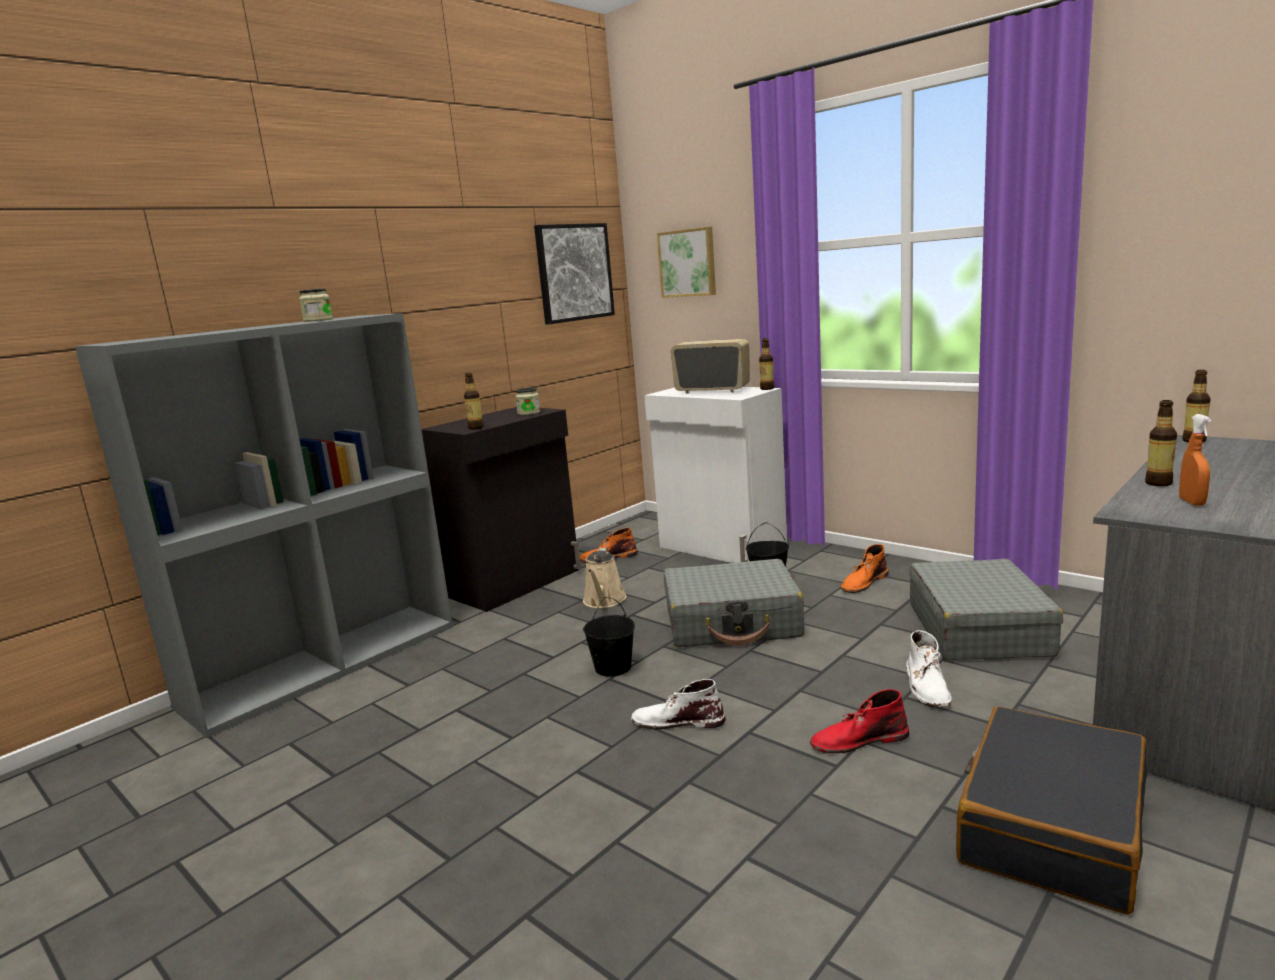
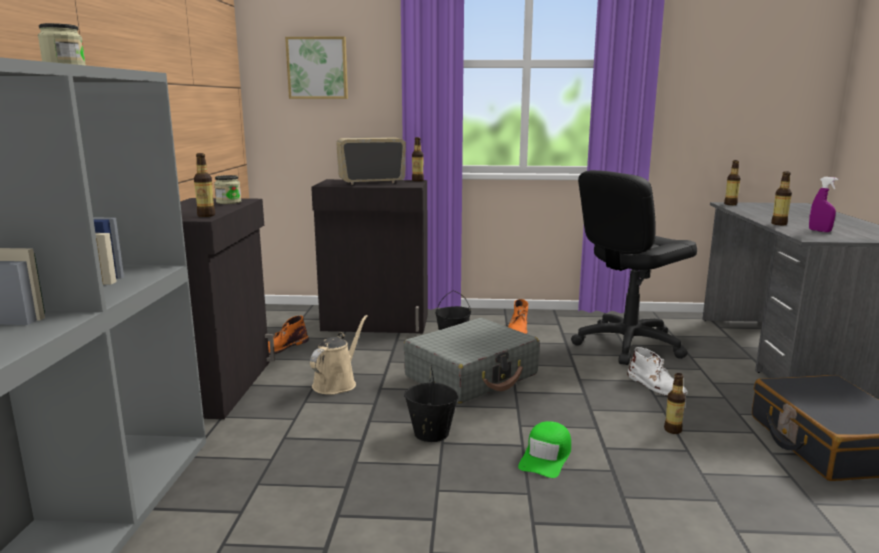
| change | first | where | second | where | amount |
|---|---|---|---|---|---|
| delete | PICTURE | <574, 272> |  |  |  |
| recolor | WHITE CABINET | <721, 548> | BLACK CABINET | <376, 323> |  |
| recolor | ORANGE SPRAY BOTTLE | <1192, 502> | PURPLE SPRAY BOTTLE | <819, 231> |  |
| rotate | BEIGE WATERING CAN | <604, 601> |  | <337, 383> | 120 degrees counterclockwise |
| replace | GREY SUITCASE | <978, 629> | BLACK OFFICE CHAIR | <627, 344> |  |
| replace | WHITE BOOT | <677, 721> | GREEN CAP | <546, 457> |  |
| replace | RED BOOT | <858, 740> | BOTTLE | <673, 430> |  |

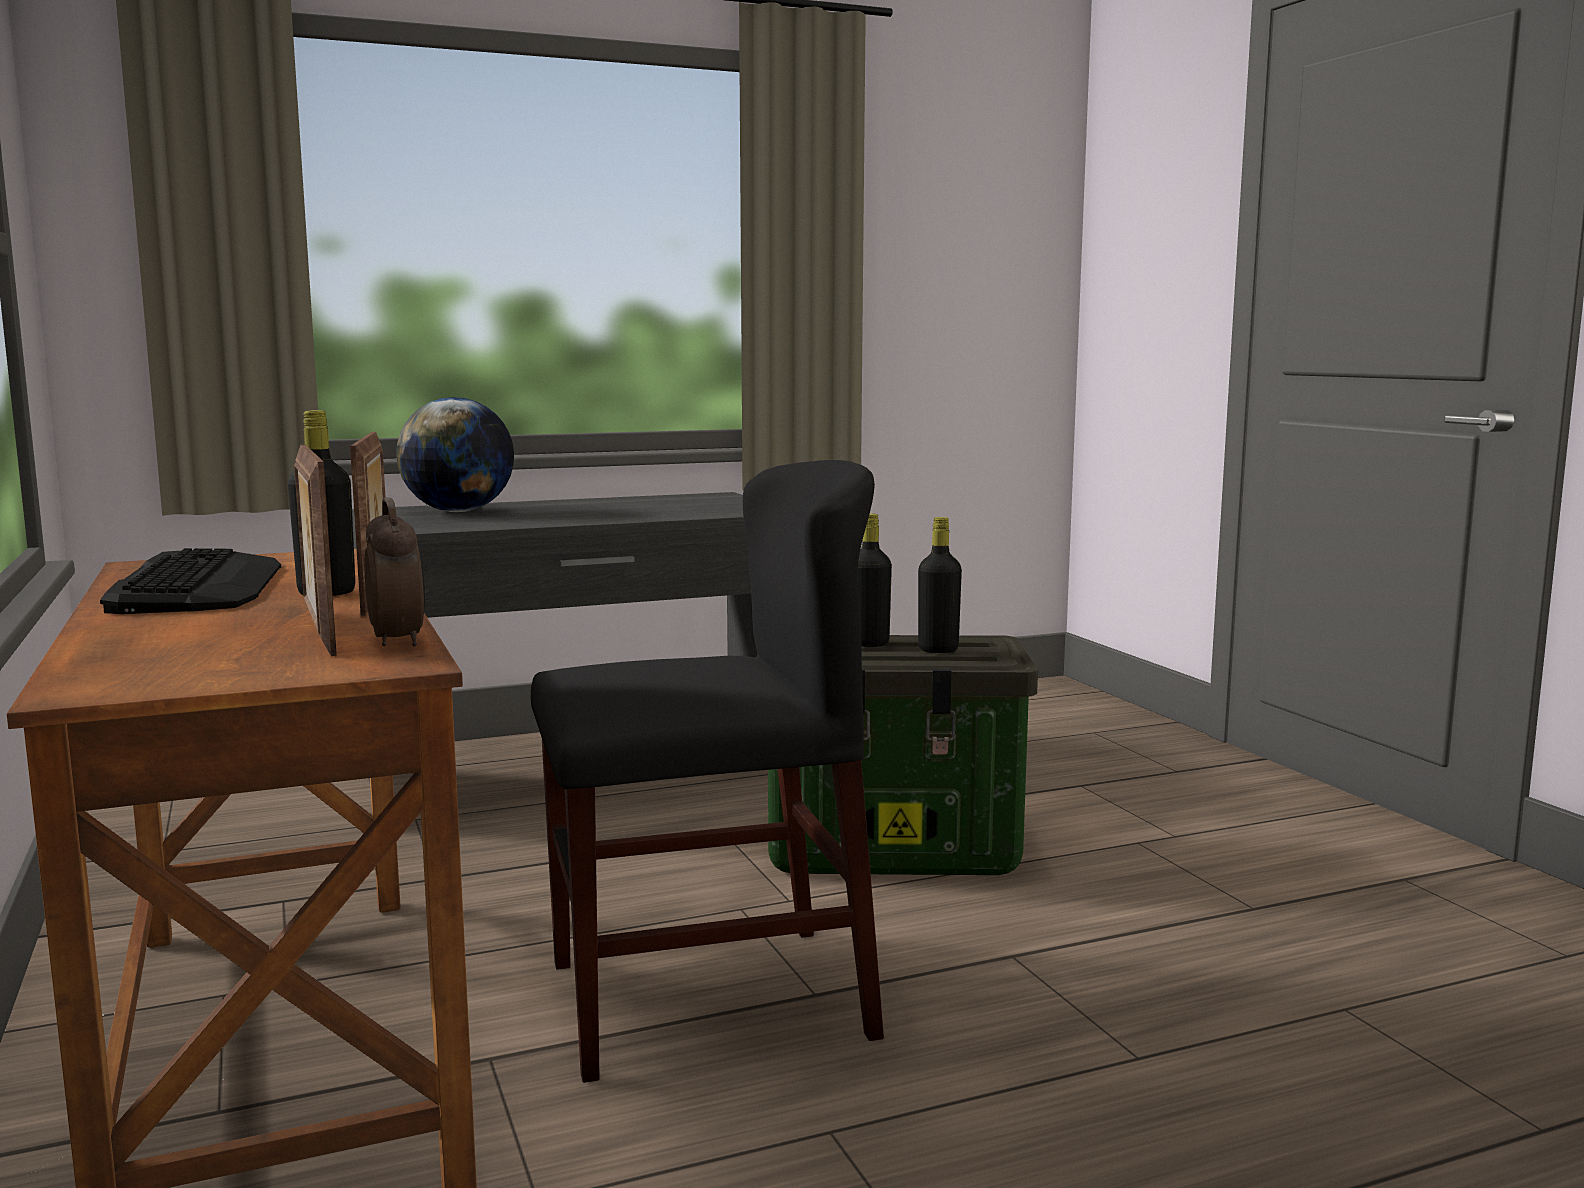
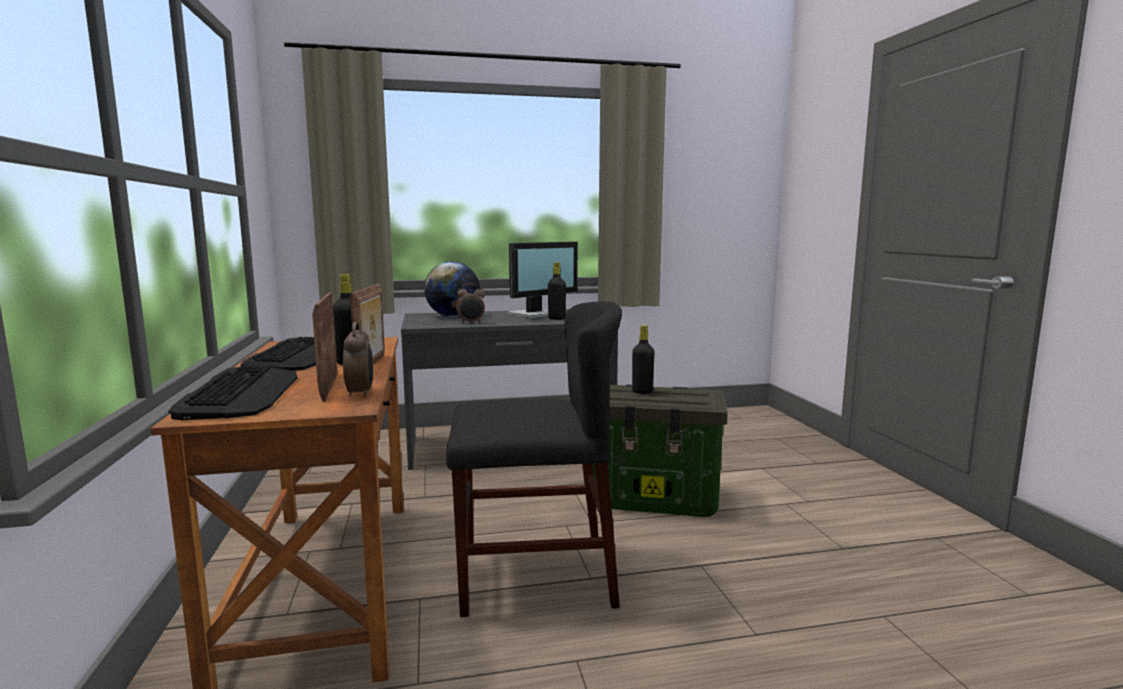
| change | first | where | second | where | amount |
|---|---|---|---|---|---|
| move | BLACK BOTTLE | <938, 650> |  | <556, 319> |  |
| insert |  |  | MONITOR | <536, 314> |  |
| insert |  |  | ALARM CLOCK | <471, 323> |  |
| insert |  |  | KEYBOARD | <242, 394> |  |

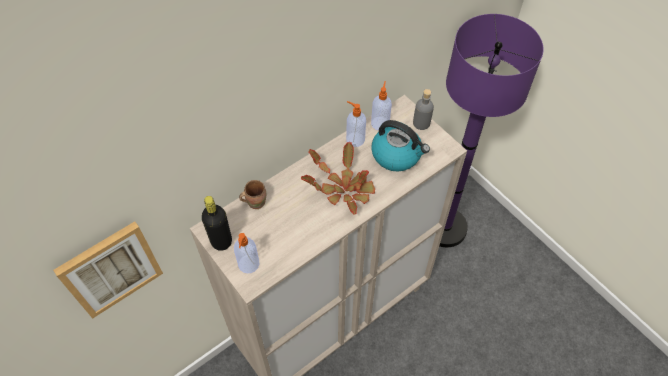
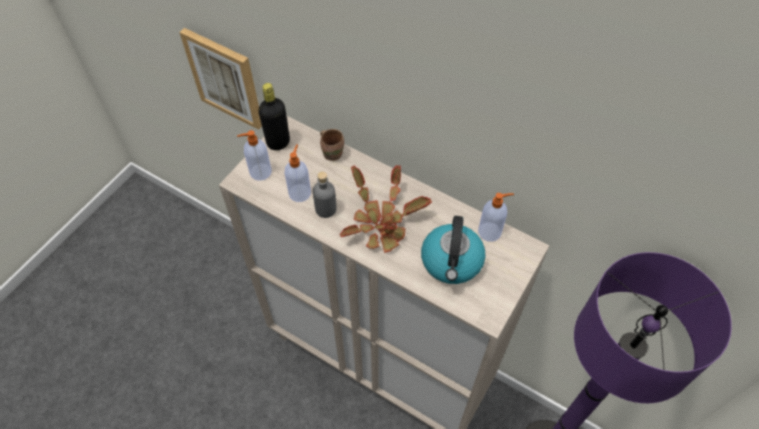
| change | first | where | second | where | amount |
|---|---|---|---|---|---|
| move | GREY BOTTLE | <421, 123> |  | <326, 209> |  |
| move | SOAP DISPENSER | <354, 139> |  | <300, 192> |  |

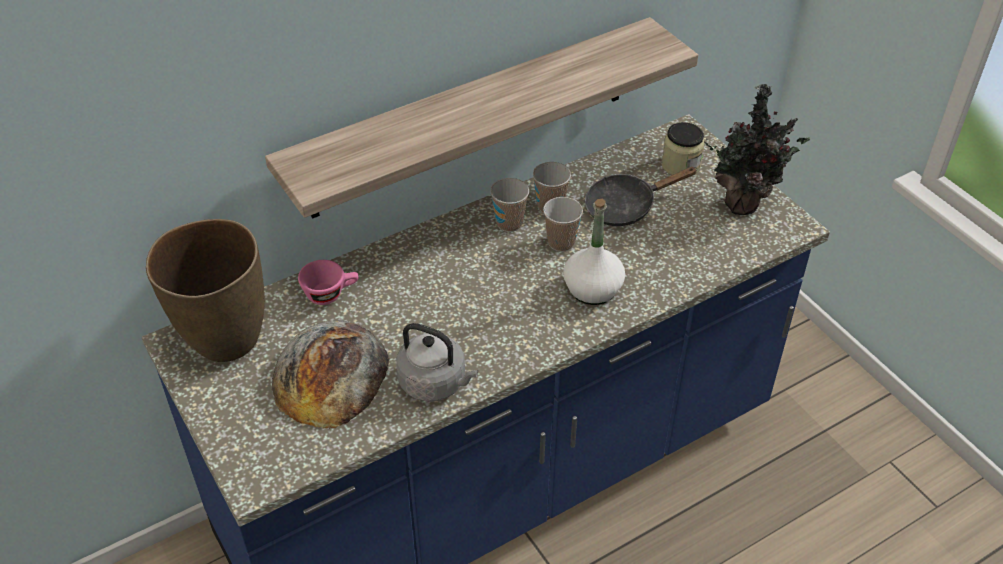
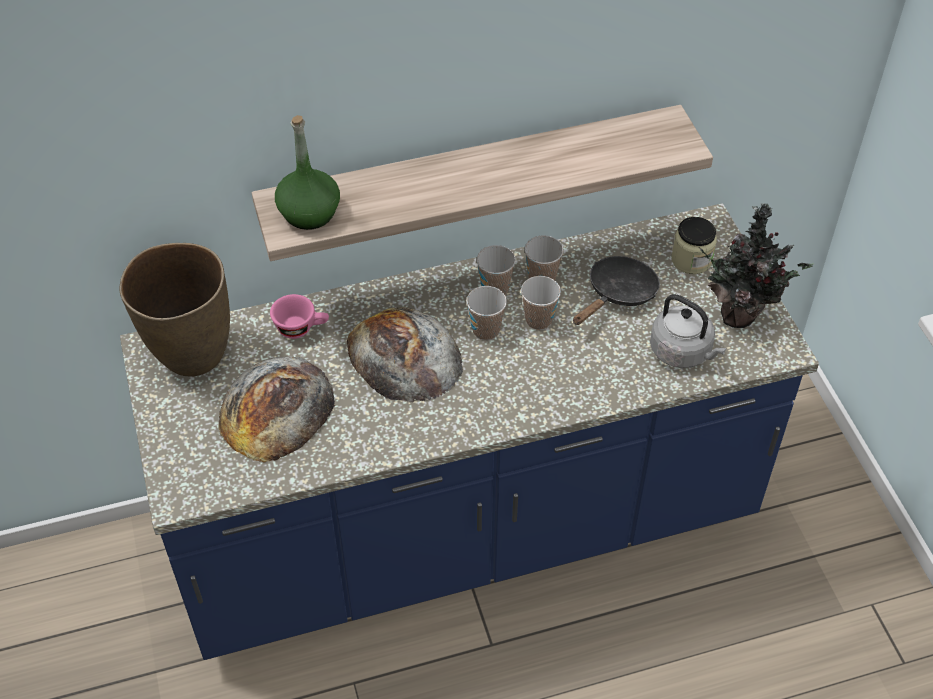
| change | first | where | second | where | amount |
|---|---|---|---|---|---|
| rotate | BLACK FRYING PAN | <626, 206> |  | <618, 294> | 135 degrees clockwise |
| delete | WHITE BOTTLE | <592, 289> |  |  |  |
| move | GREY KETTLE | <436, 383> |  | <683, 352> |  |
| insert |  |  | GREEN BOTTLE | <309, 213> |  |
| insert |  |  | CUP | <486, 330> |  |
| insert |  |  | BREAD | <404, 355> |  |

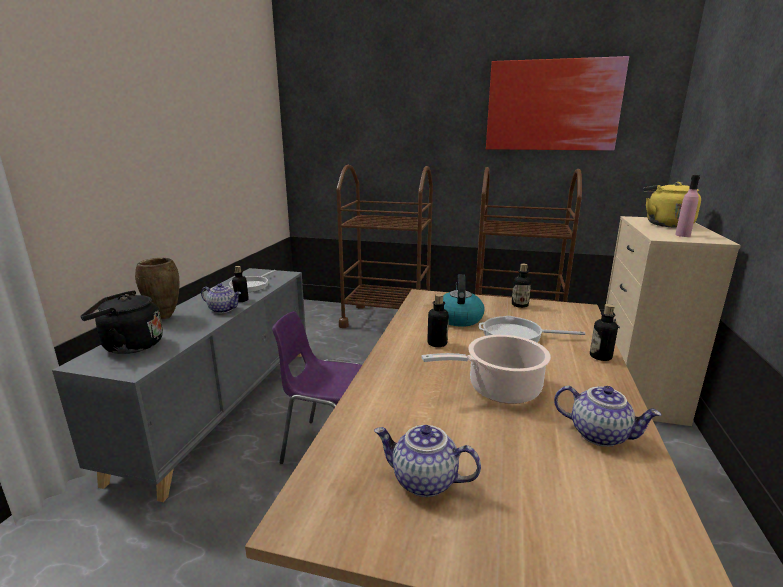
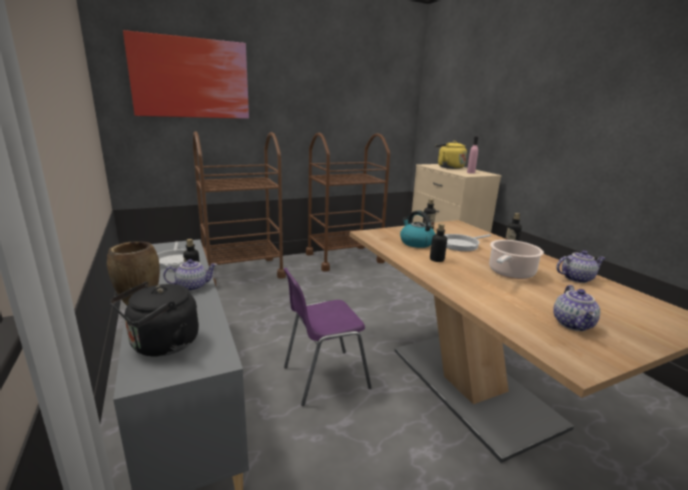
| change | first | where | second | where | amount |
|---|---|---|---|---|---|
| move | PICTURE | <552, 106> |  | <191, 78> |  |
| rotate | TEAPOT | <423, 482> |  | <573, 324> | 60 degrees counterclockwise |

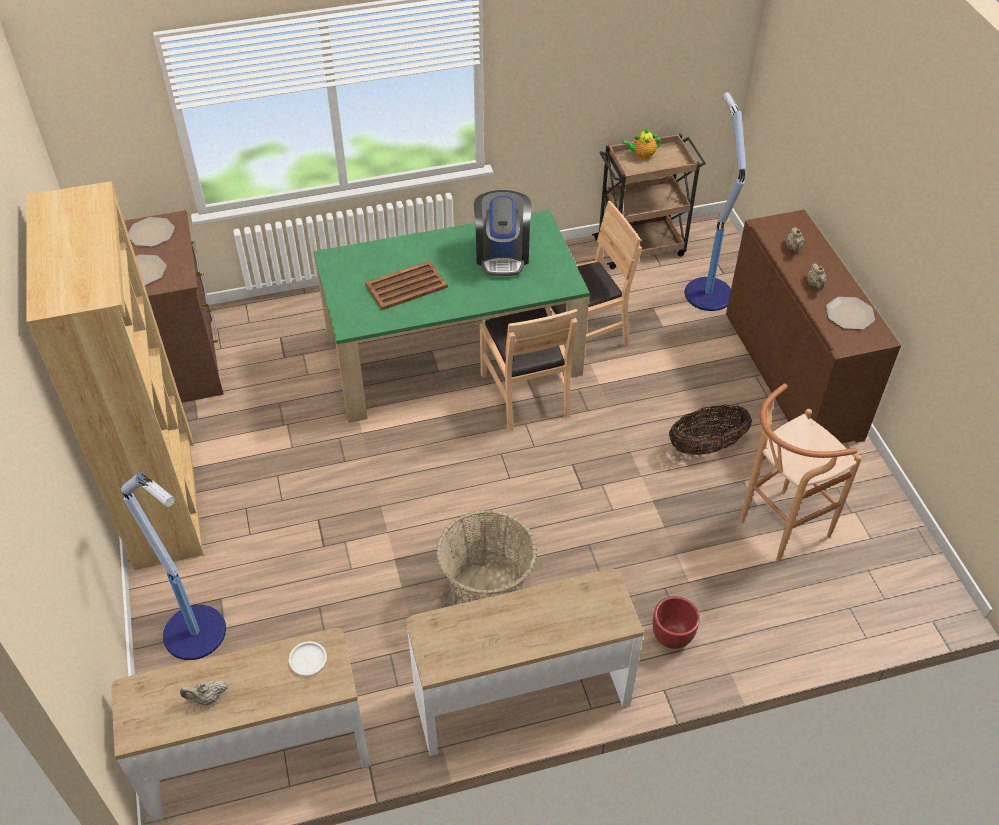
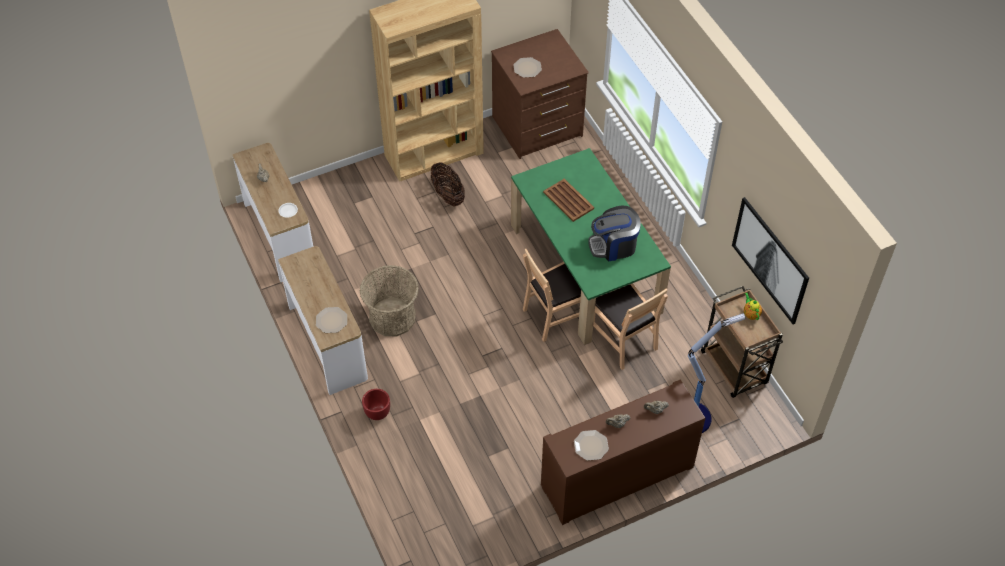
| change | first | where | second | where | amount |
|---|---|---|---|---|---|
| move | PLATE | <152, 233> |  | <332, 320> |  |
| delete | BROWN STOOL | <776, 530> |  |  |  |
| move | BASKET | <706, 446> |  | <448, 195> |  |
| delete | FLOOR LAMP | <196, 633> |  |  |  |
| insert |  |  | PICTURE | <771, 259> |  |

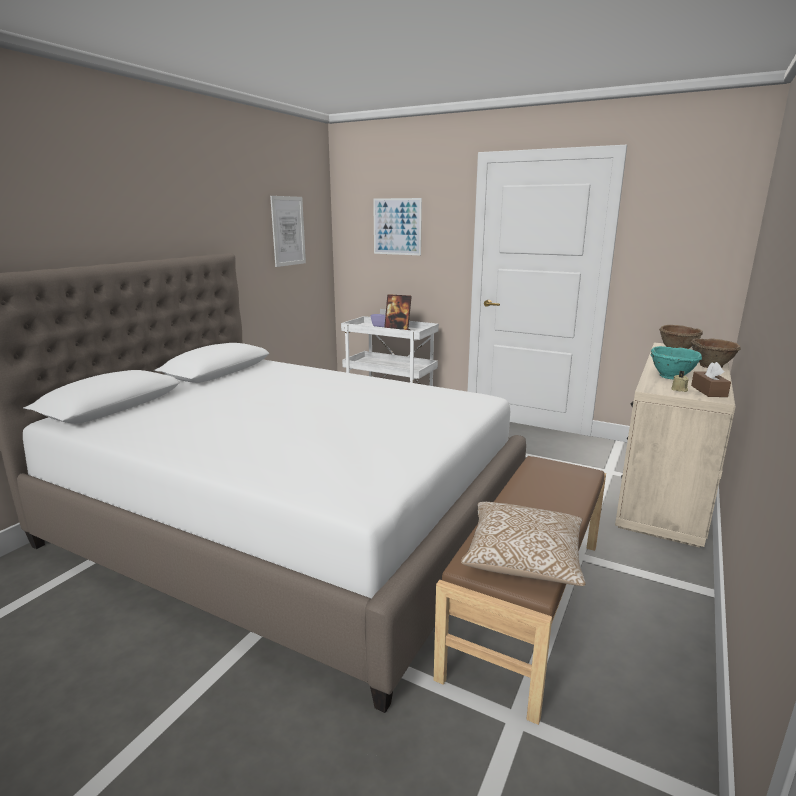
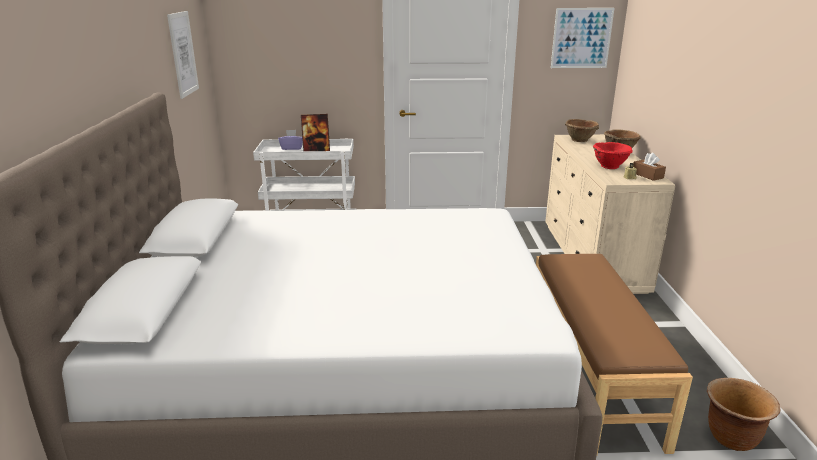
| change | first | where | second | where | amount |
|---|---|---|---|---|---|
| move | PICTURE | <397, 226> |  | <581, 38> |  |
| recolor | TURQUOISE BOWL | <672, 376> | RED BOWL | <610, 166> |  |
| delete | PILLOW | <523, 559> |  |  |  |
| insert |  |  | BROWN PLANTER | <731, 438> |  |

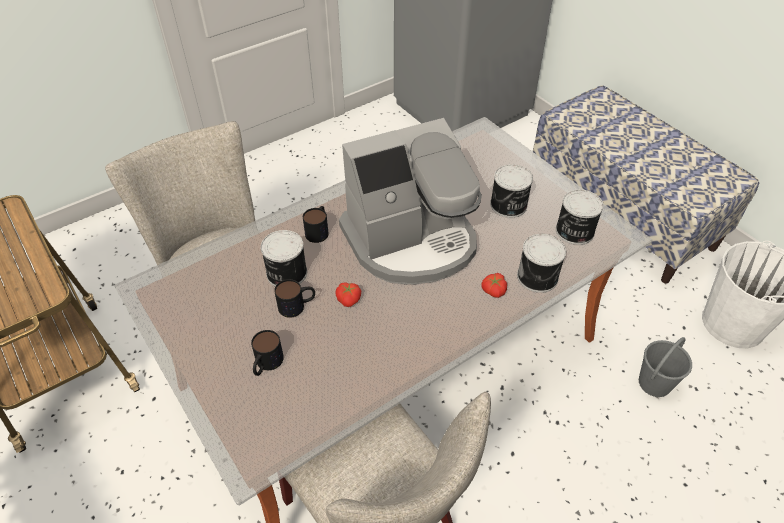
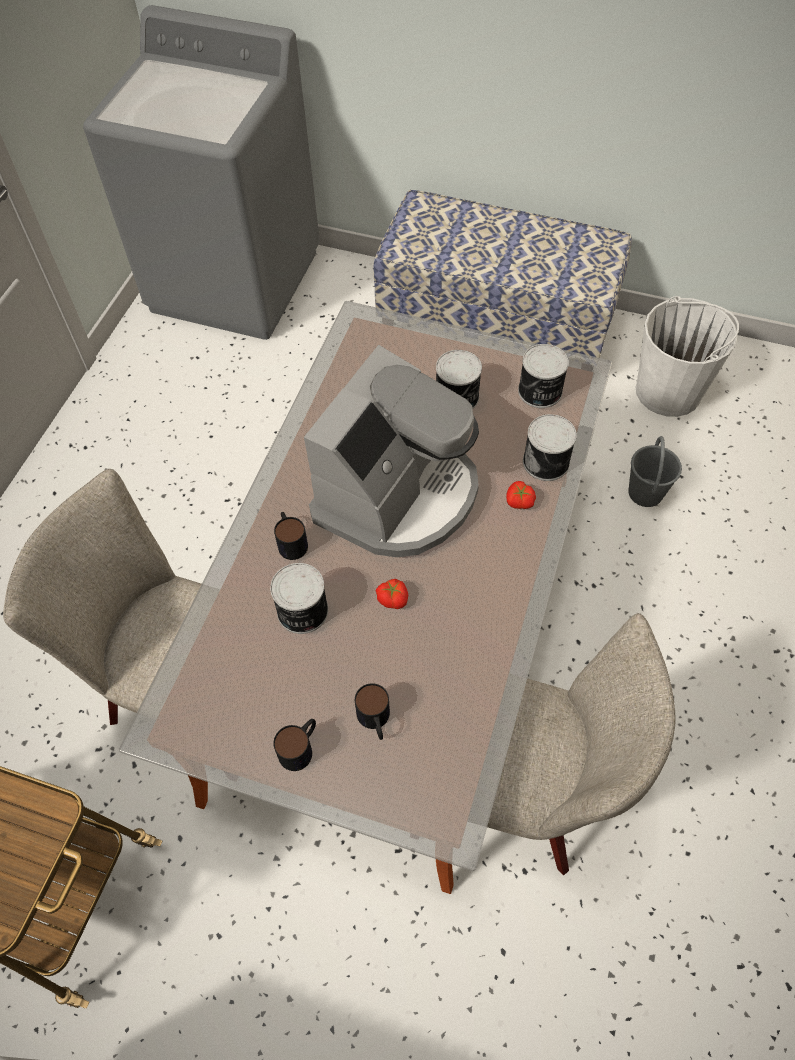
| change | first | where | second | where | amount |
|---|---|---|---|---|---|
| move | MUG | <297, 305> |  | <300, 747> |  |

